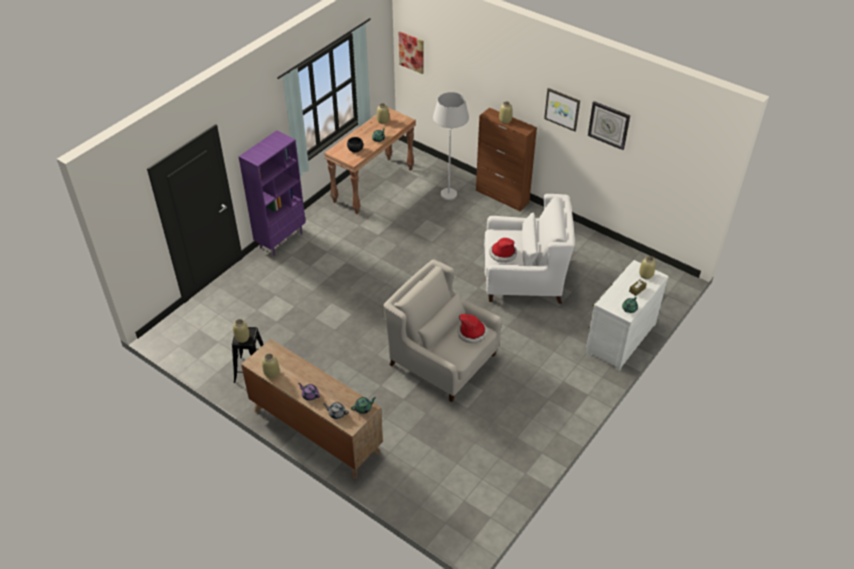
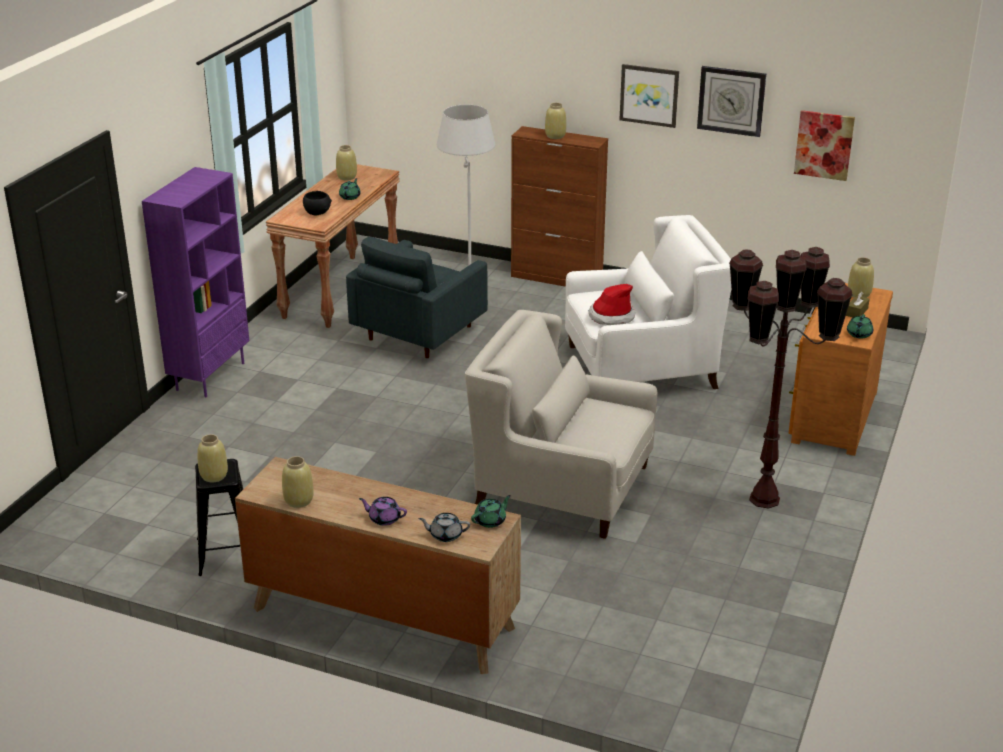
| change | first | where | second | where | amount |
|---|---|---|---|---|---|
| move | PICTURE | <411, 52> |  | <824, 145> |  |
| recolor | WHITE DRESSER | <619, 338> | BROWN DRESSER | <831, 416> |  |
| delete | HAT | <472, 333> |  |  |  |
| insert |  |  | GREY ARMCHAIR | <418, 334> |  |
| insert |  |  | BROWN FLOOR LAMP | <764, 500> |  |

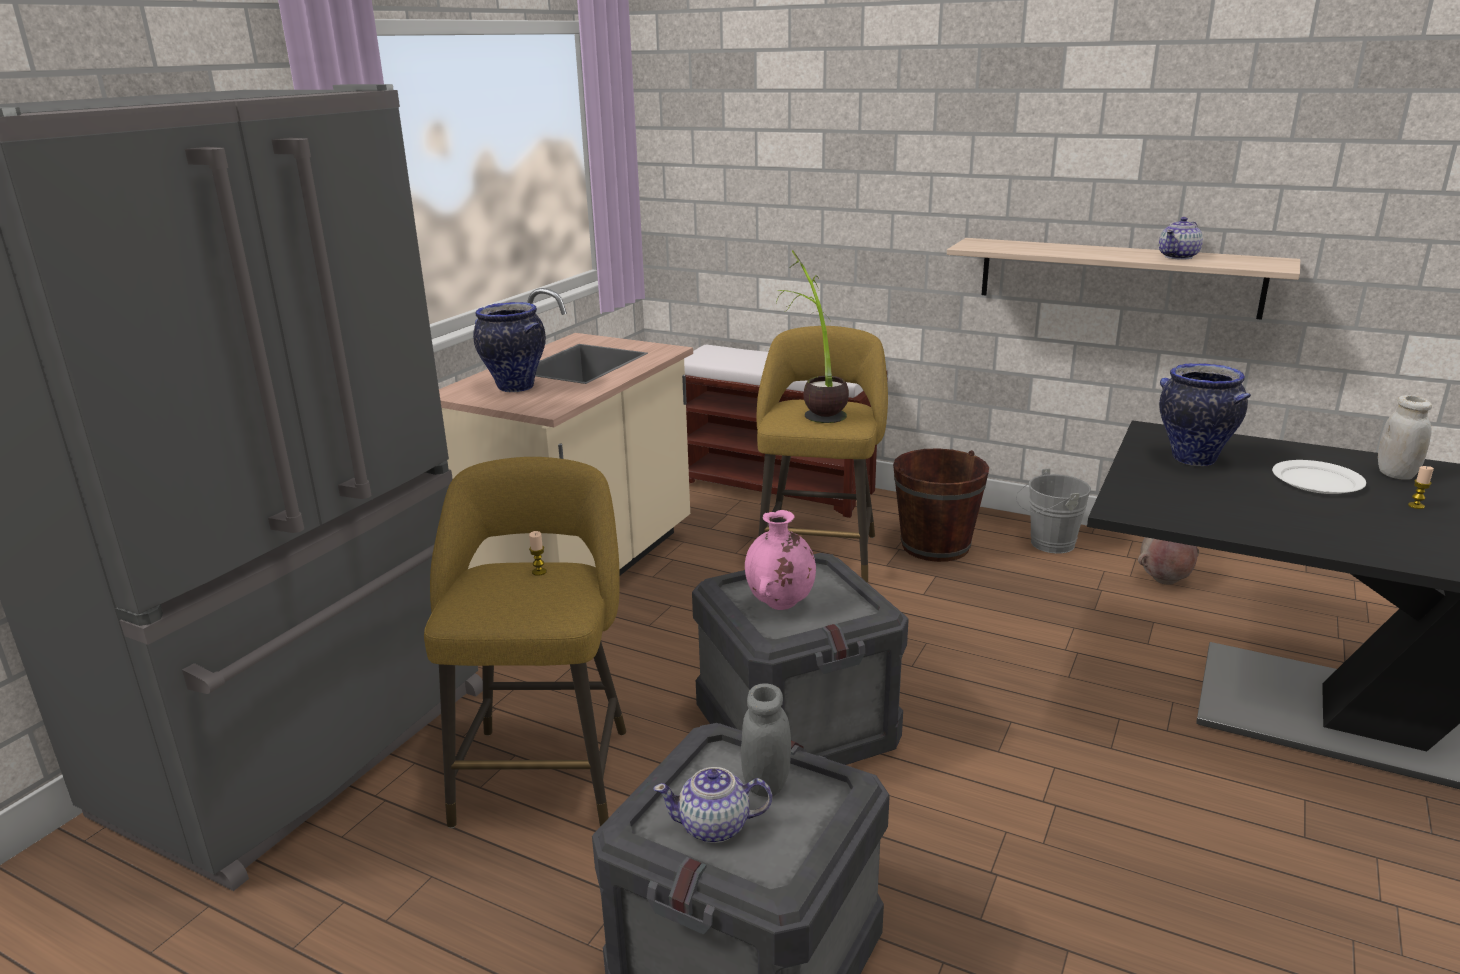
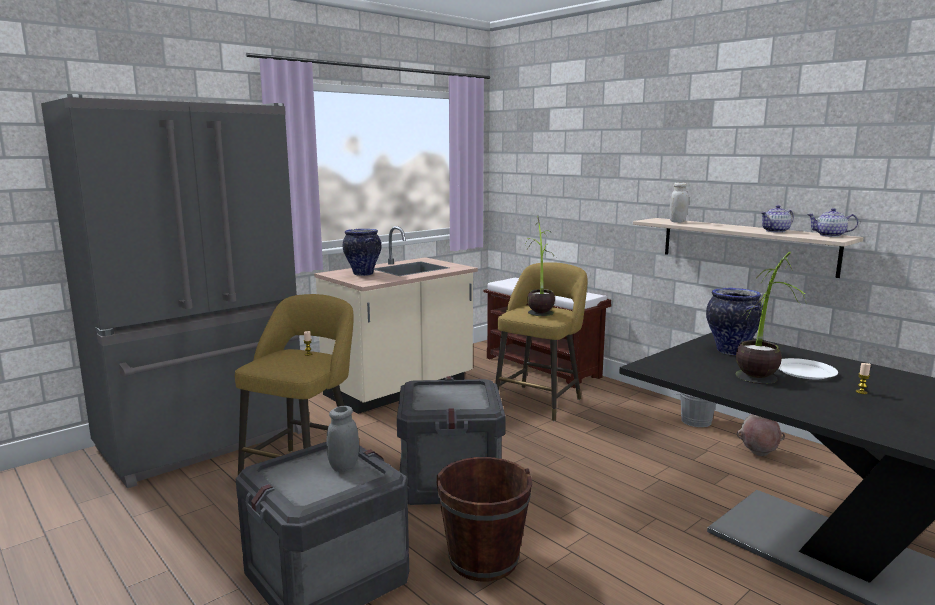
| change | first | where | second | where | amount |
|---|---|---|---|---|---|
| move | WHITE JAR | <1396, 474> |  | <677, 222> |  |
| move | BROWN BUCKET | <935, 546> |  | <483, 559> |  |
| delete | PINK VASE | <780, 605> |  |  |  |
| move | TEAPOT | <715, 827> |  | <830, 235> |  |
| insert |  |  | POTTED PLANT | <759, 385> |  |

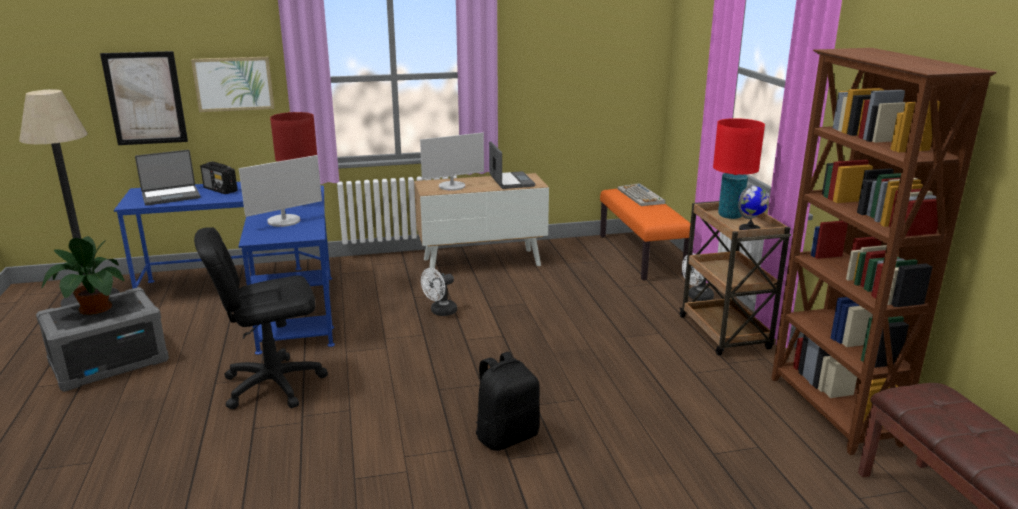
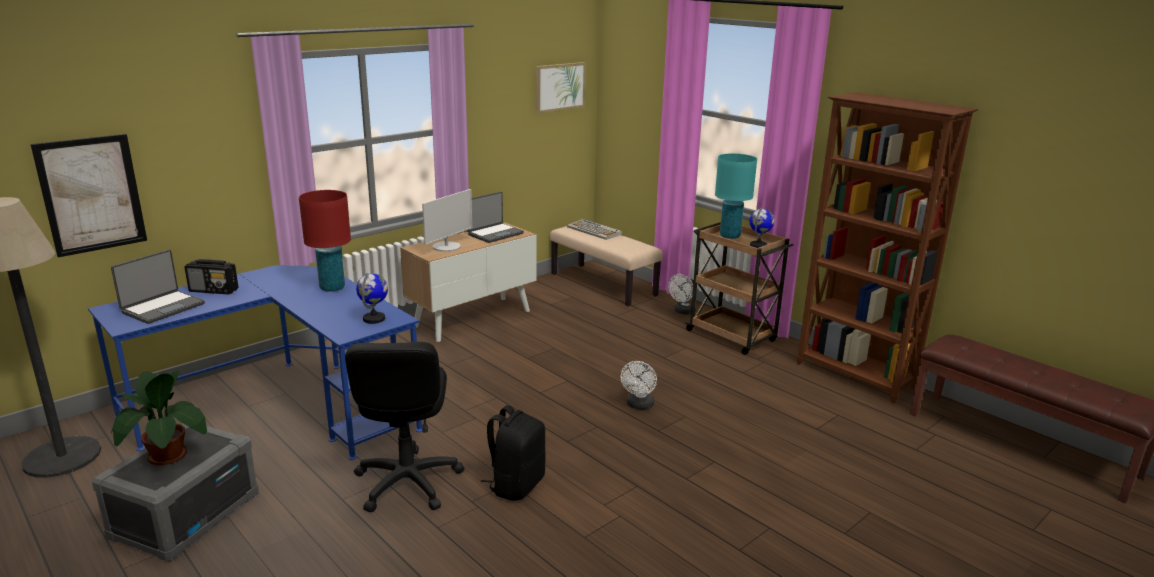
| change | first | where | second | where | amount |
|---|---|---|---|---|---|
| move | PICTURE | <234, 84> |  | <559, 87> |  |
| recolor | RED TABLE LAMP | <730, 216> | TURQUOISE TABLE LAMP | <730, 236> |  |
| rotate | LAPTOP | <510, 181> |  | <494, 234> | 90 degrees clockwise |
| delete | MONITOR | <284, 221> |  |  |  |
| recolor | ORANGE BENCH | <642, 255> | BEIGE BENCH | <604, 284> |  |
| rotate | BLACK OFFICE CHAIR | <273, 384> |  | <407, 482> | 45 degrees counterclockwise |
| move | WHITE FAN | <440, 312> |  | <639, 406> |  |
| move | BLACK BACKPACK | <506, 436> |  | <516, 485> |  |
| insert |  |  | GLOBE | <374, 319> |  |

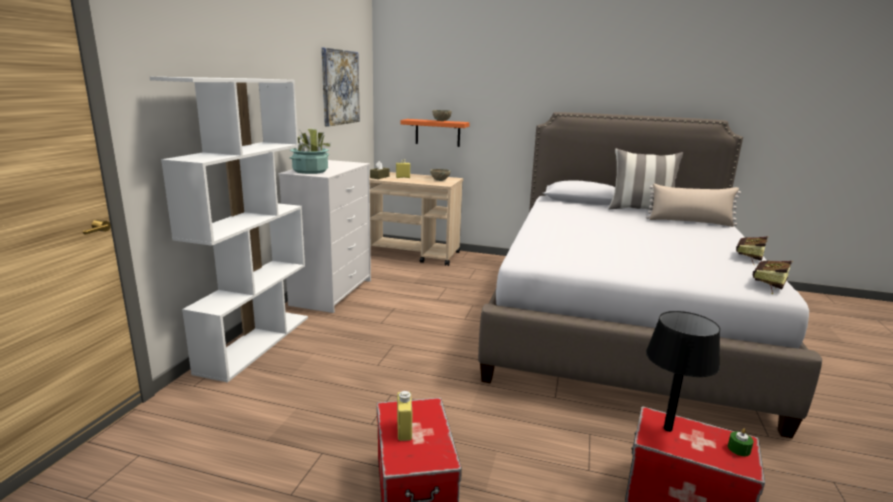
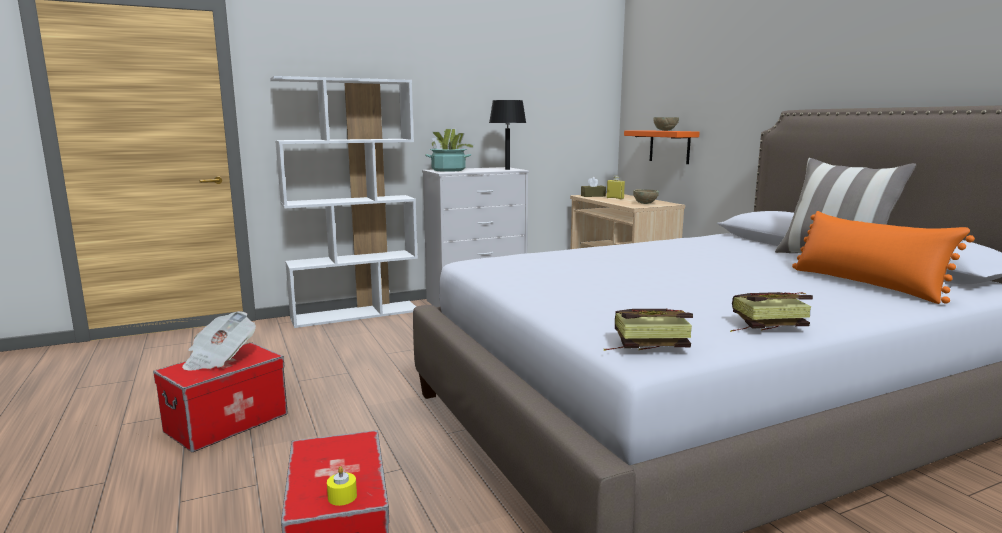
| change | first | where | second | where | amount |
|---|---|---|---|---|---|
| delete | PICTURE | <340, 87> |  |  |  |
| recolor | BEIGE PILLOW | <690, 222> | ORANGE PILLOW | <866, 284> |  |
| move | BLACK TABLE LAMP | <668, 429> |  | <507, 169> |  |
| replace | YELLOW BOTTLE | <404, 430> | NEWSPAPER | <219, 359> |  |
| recolor | GREEN CANDLE | <739, 449> | YELLOW CANDLE | <342, 497> |  |

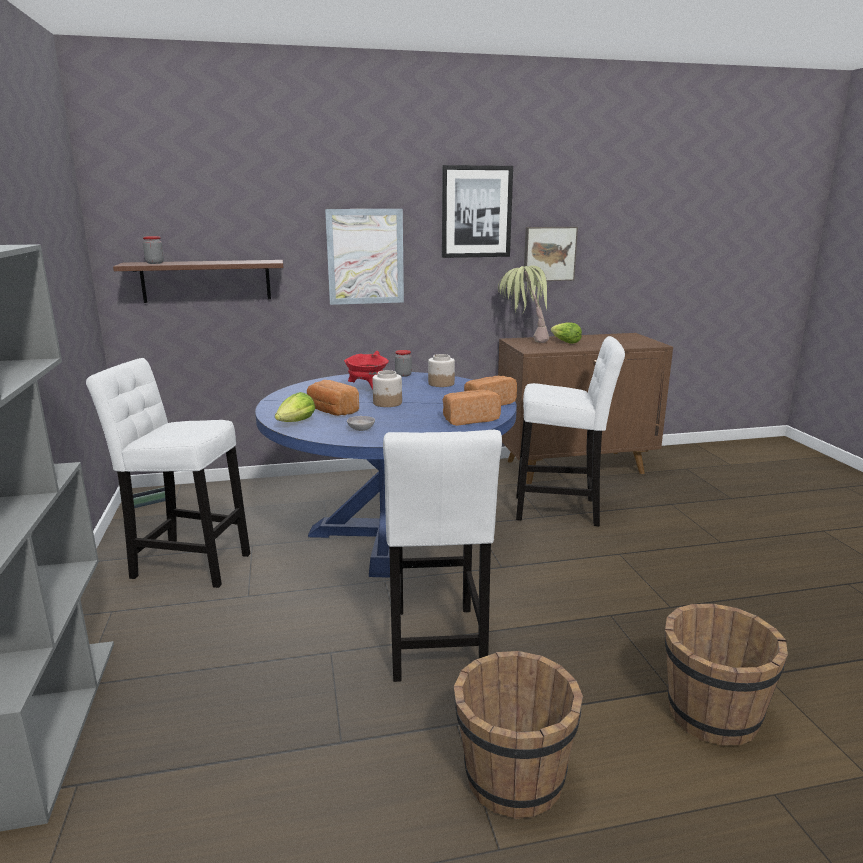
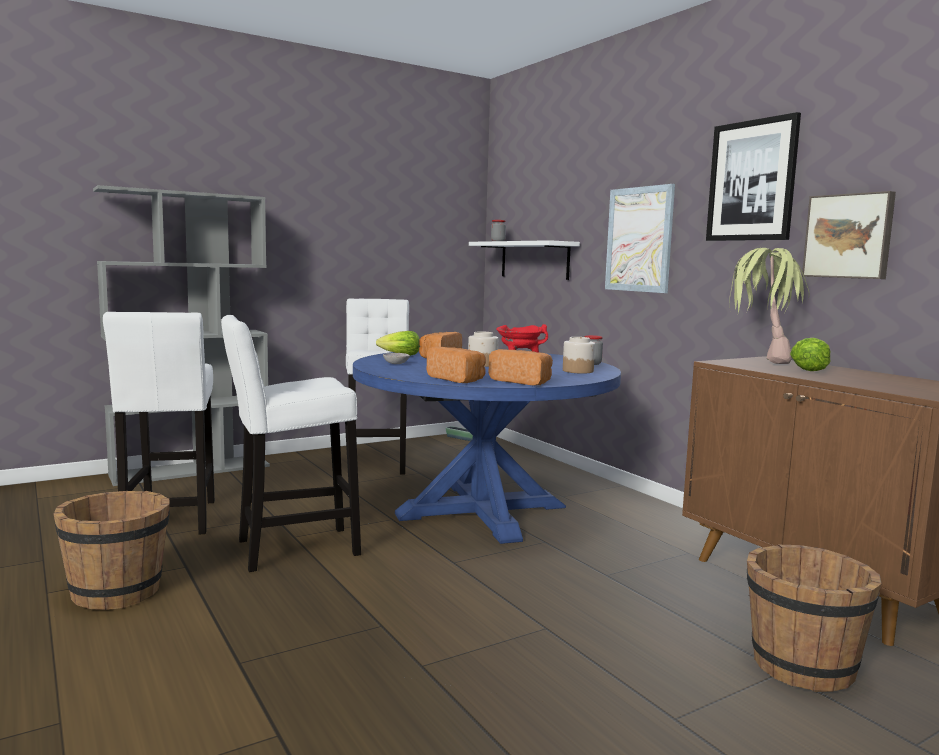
| change | first | where | second | where | amount |
|---|---|---|---|---|---|
| recolor | BROWN SHELF | <206, 281> | WHITE SHELF | <534, 260> |  |
| move | WHITE STOOL | <562, 510> |  | <170, 521> |  |
| move | BROWN BUCKET | <711, 715> |  | <801, 666> |  |

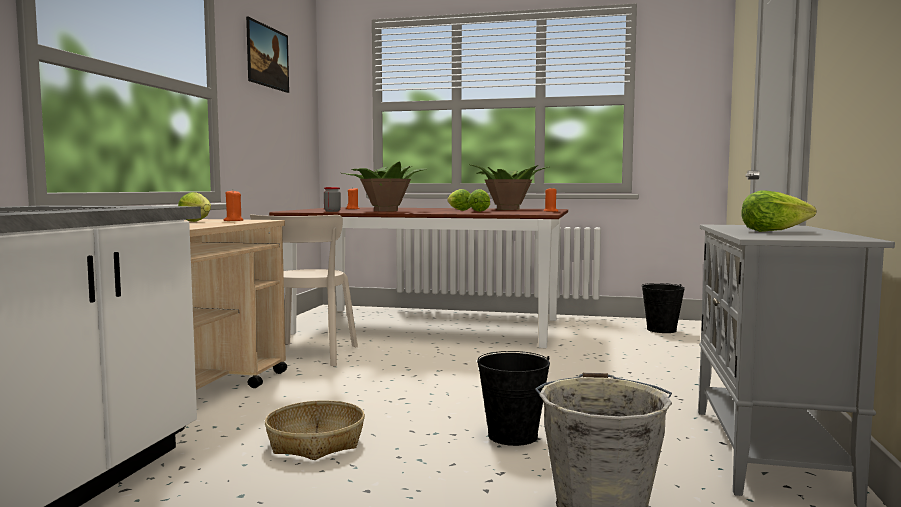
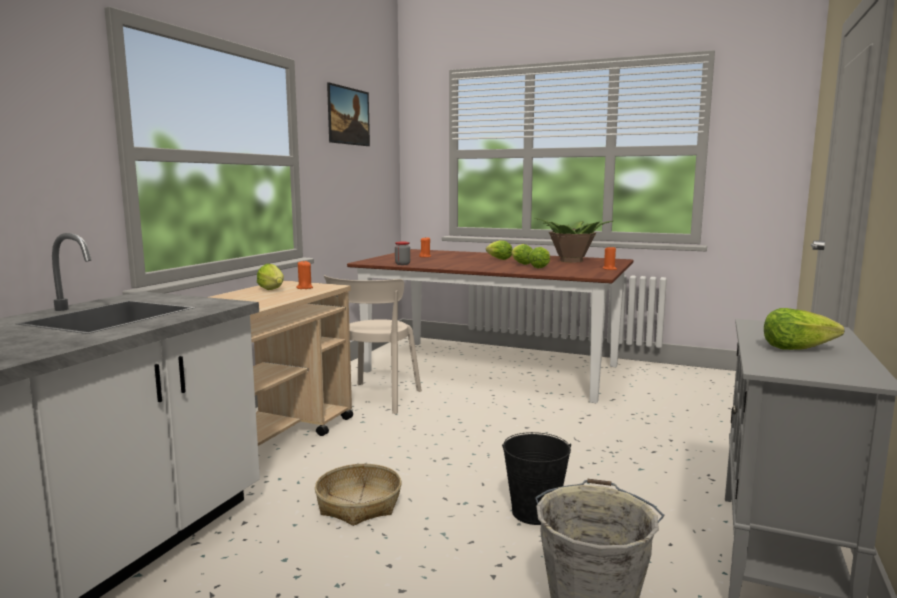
| change | first | where | second | where | amount |
|---|---|---|---|---|---|
| delete | POTTED PLANT | <385, 210> |  |  |  |
| delete | BLACK BUCKET | <661, 330> |  |  |  |
| insert |  |  | LETTUCE | <497, 259> |  |

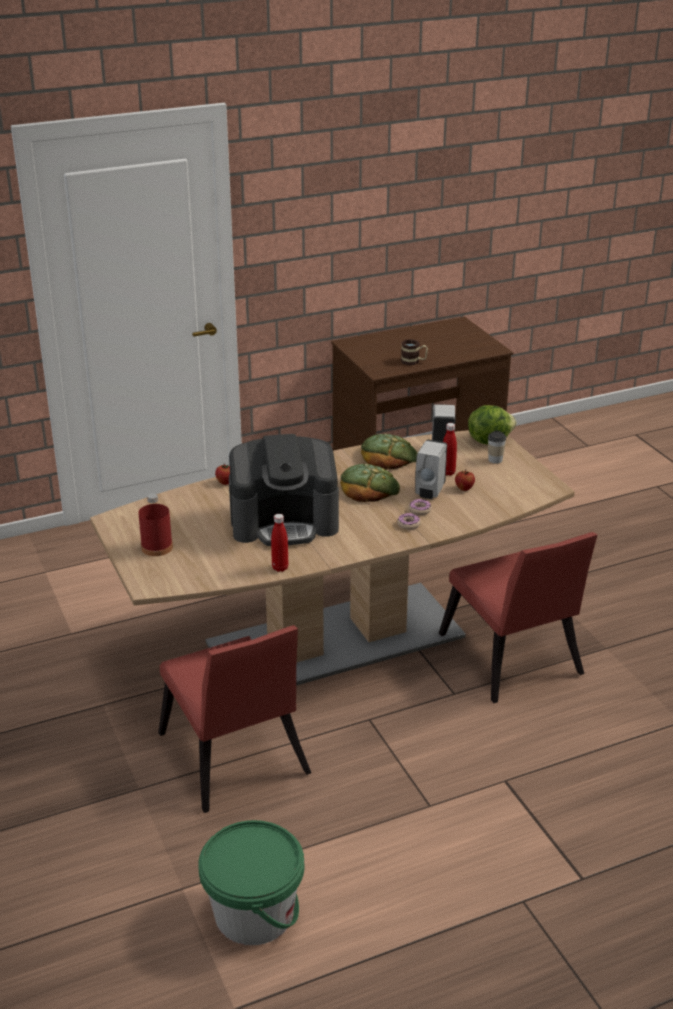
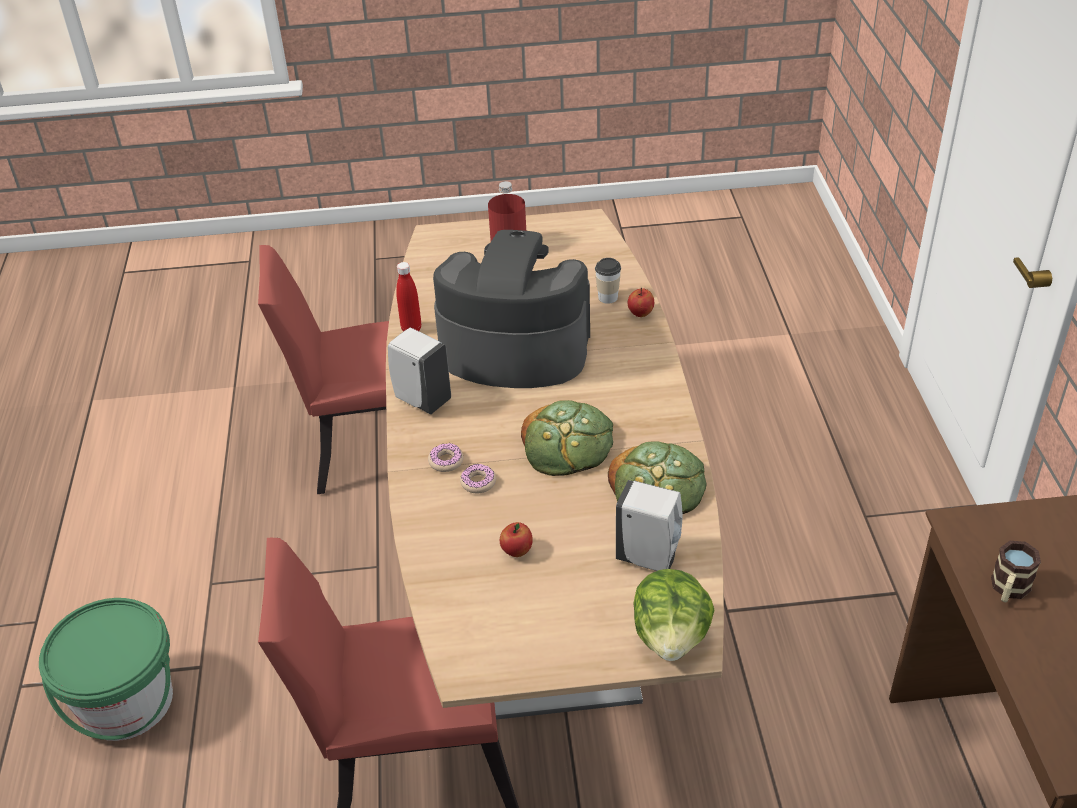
| change | first | where | second | where | amount |
|---|---|---|---|---|---|
| delete | RED BOTTLE | <448, 472> |  |  |  |
| move | CUP | <495, 460> |  | <608, 297> |  |
| rotate | COFFEE MACHINE | <284, 522> |  | <514, 349> | 90 degrees clockwise |
| move | WHITE SOAP DISPENSER | <429, 491> |  | <421, 399> |  |
| move | GREEN BUCKET | <254, 913> |  | <126, 702> |  |

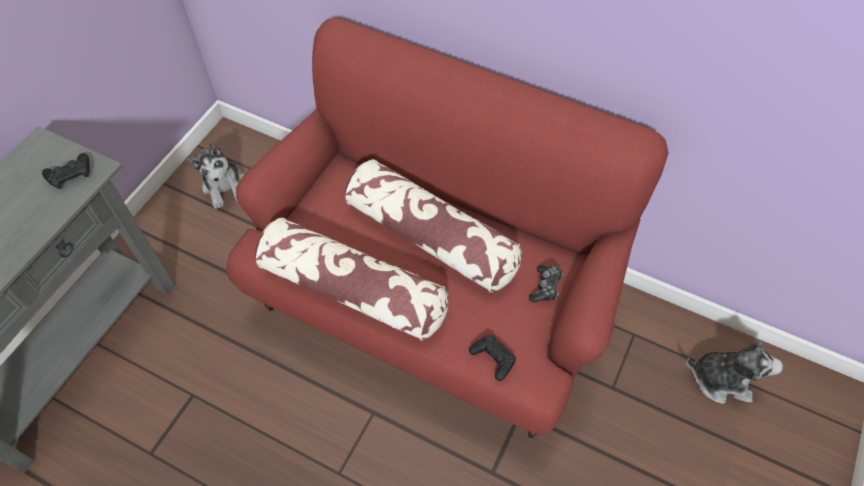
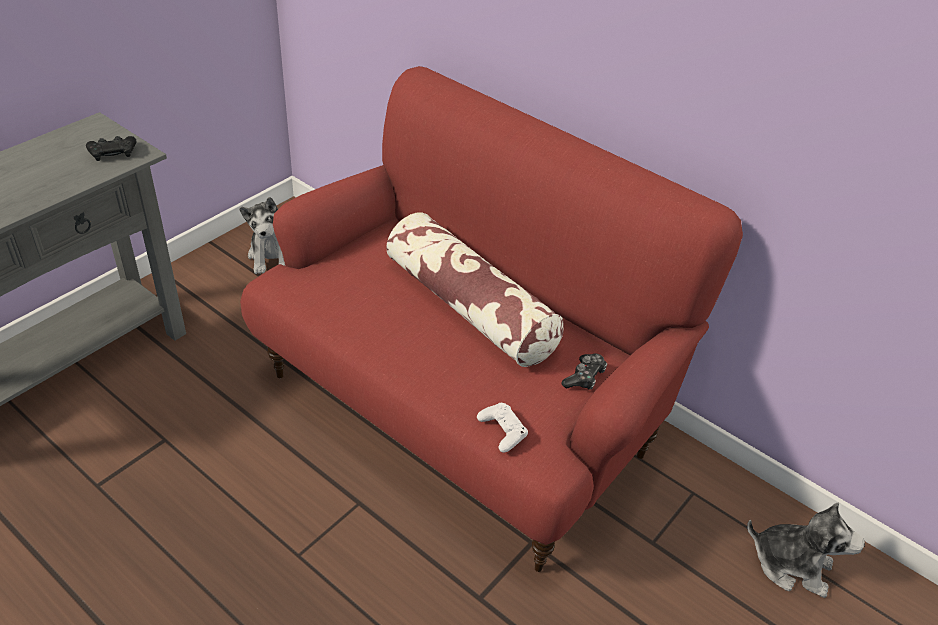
| change | first | where | second | where | amount |
|---|---|---|---|---|---|
| delete | PILLOW | <352, 290> |  |  |  |
| recolor | BLACK GAME CONTROLLER | <493, 358> | WHITE GAME CONTROLLER | <502, 431> |  |

